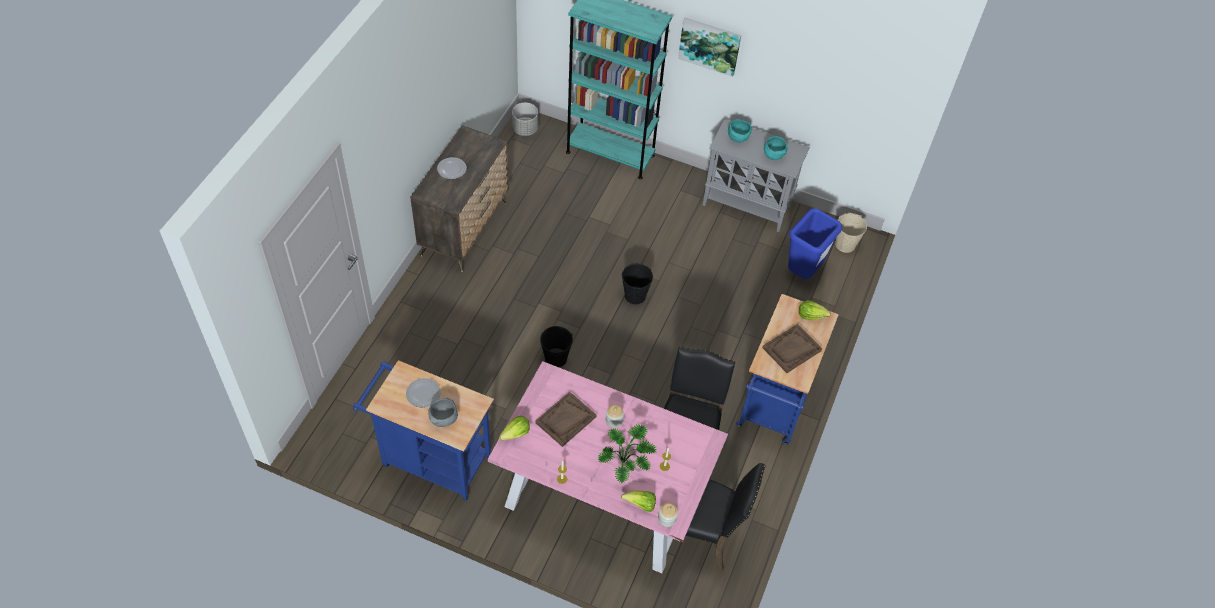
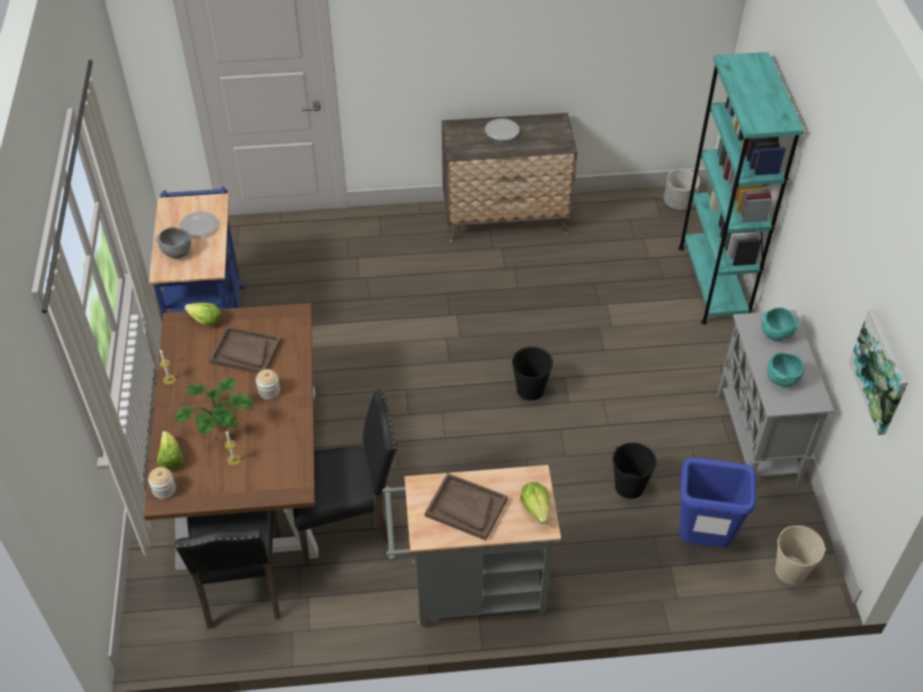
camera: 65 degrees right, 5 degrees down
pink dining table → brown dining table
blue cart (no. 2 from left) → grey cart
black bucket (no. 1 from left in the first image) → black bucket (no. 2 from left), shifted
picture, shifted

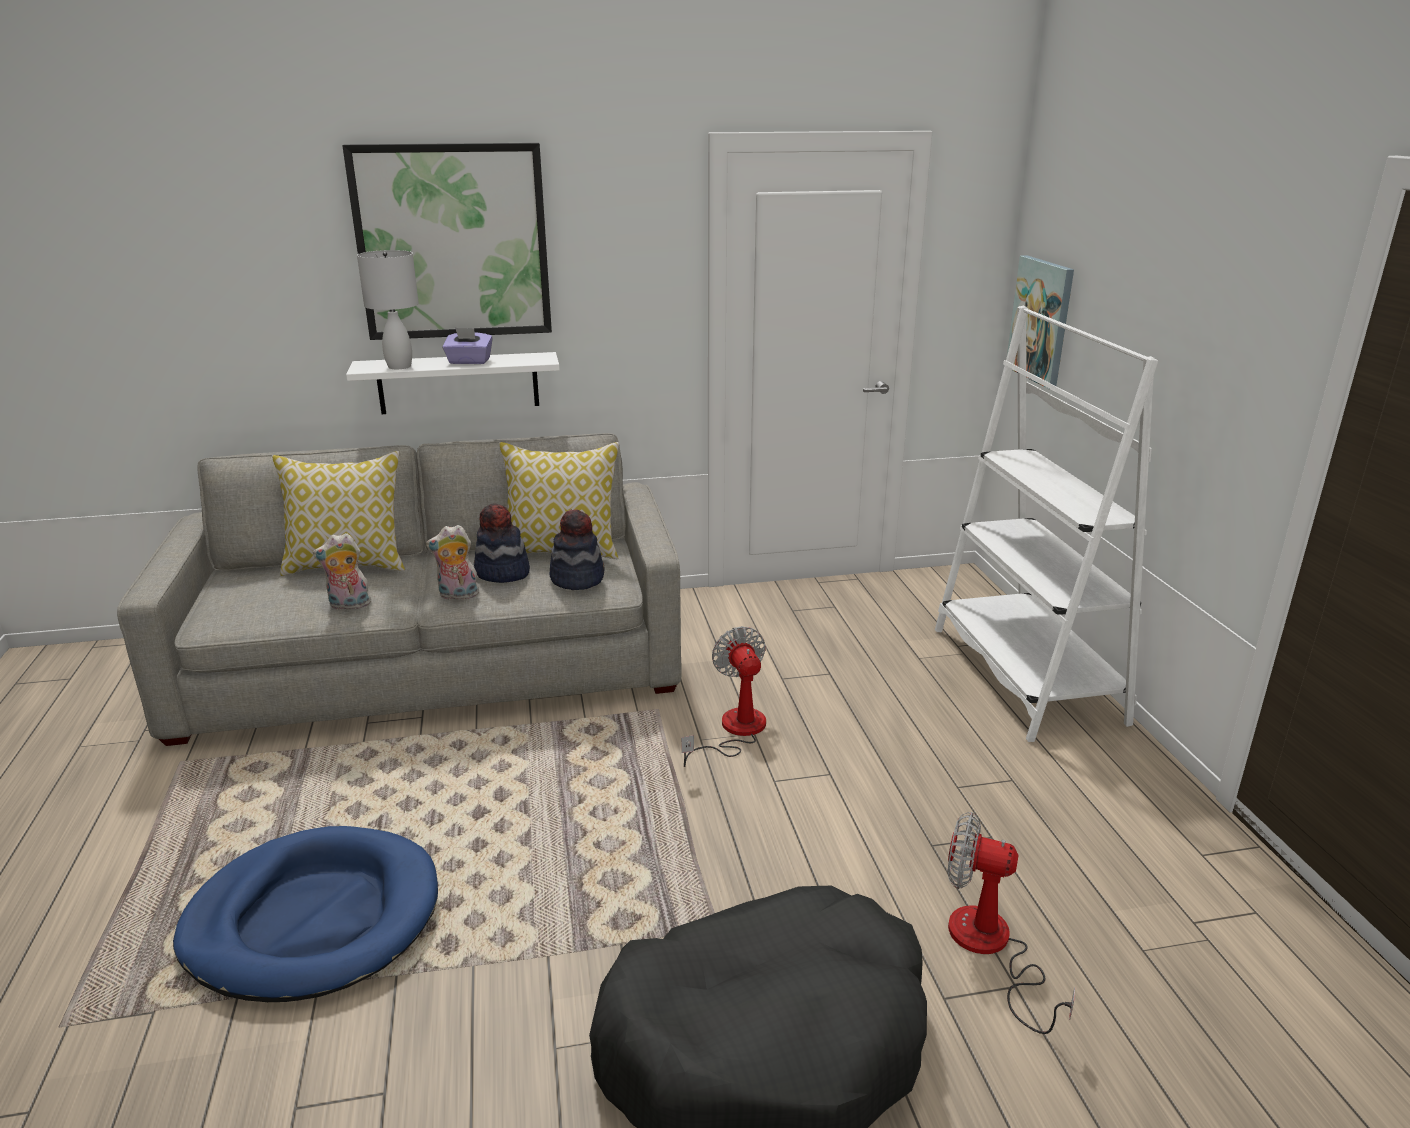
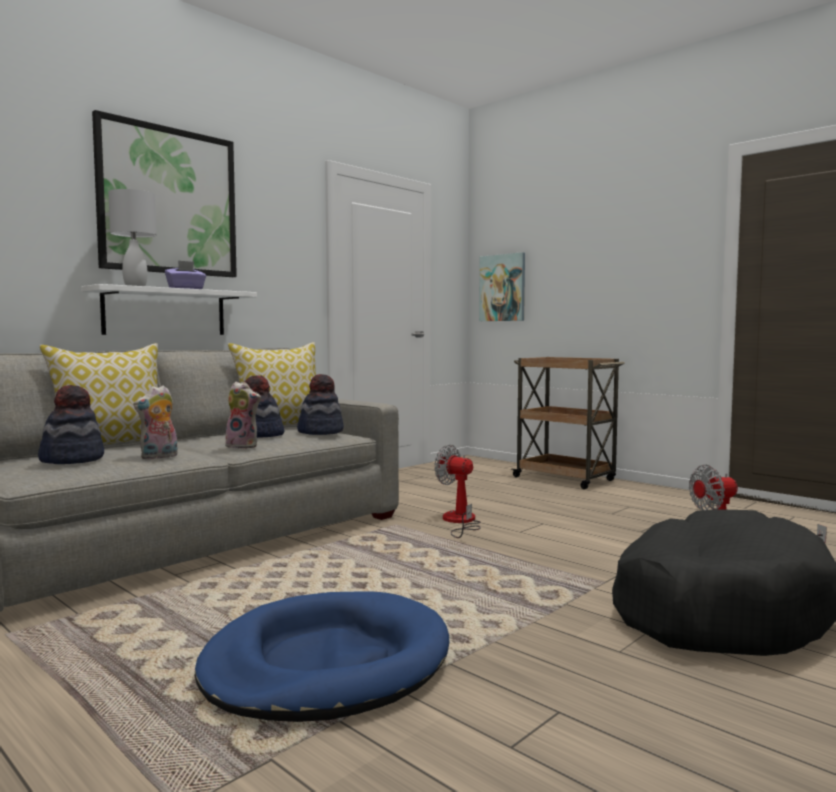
camera: 35 degrees left, 20 degrees down
- → hat (no. 1 from left)
plush toy (no. 2 from left), 120 degrees counterclockwise
white bookcase → brown cart

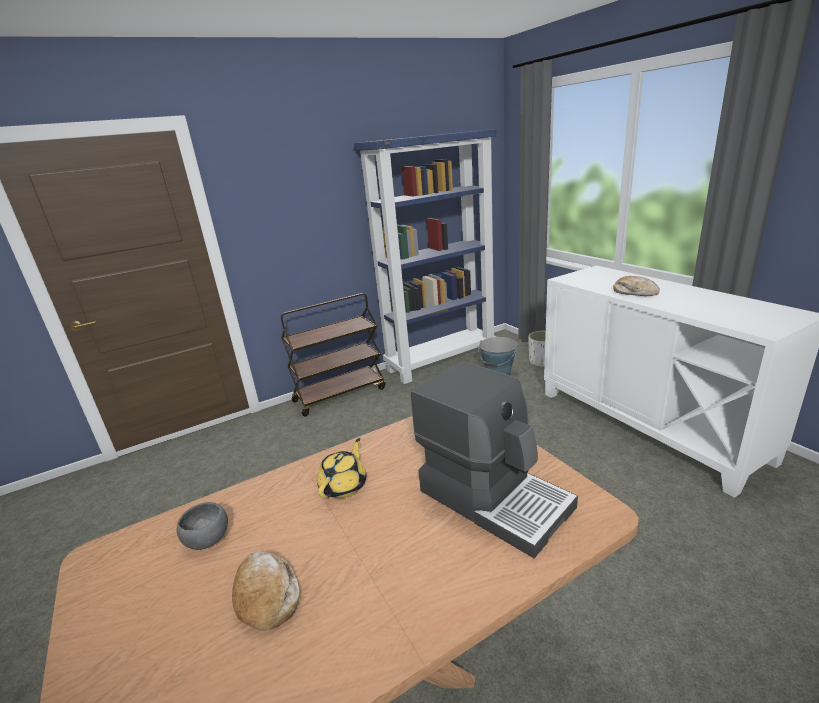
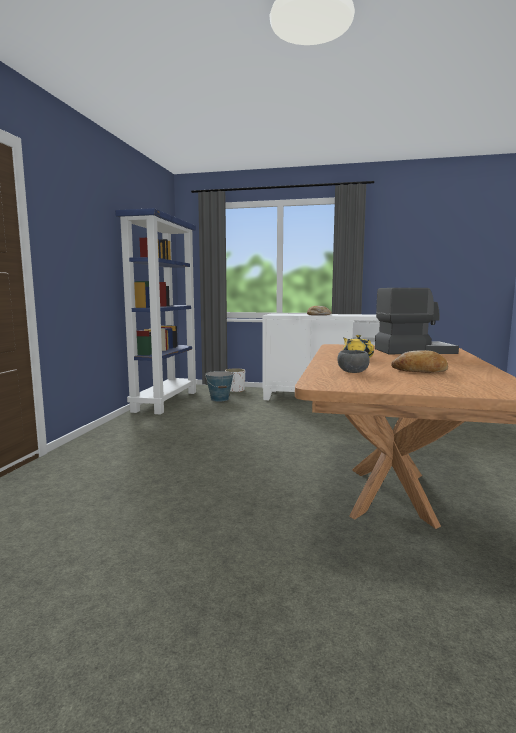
camera: 50 degrees left, 15 degrees down
brown cart → -

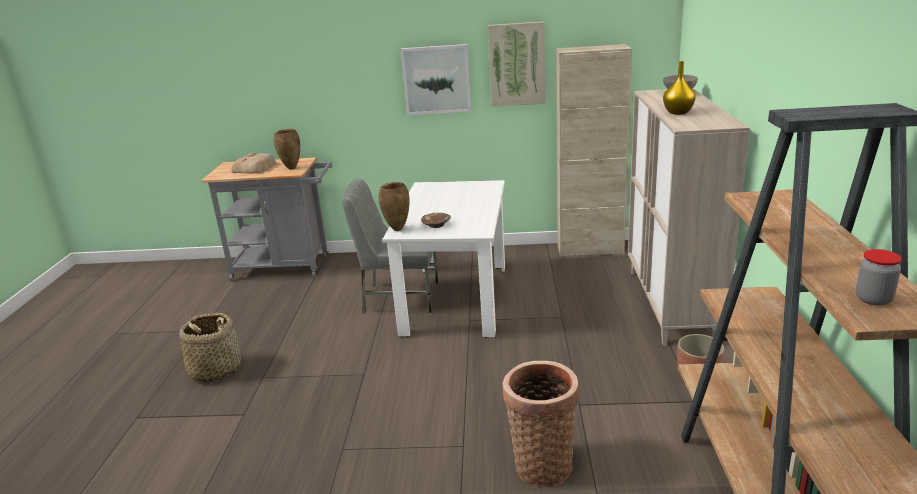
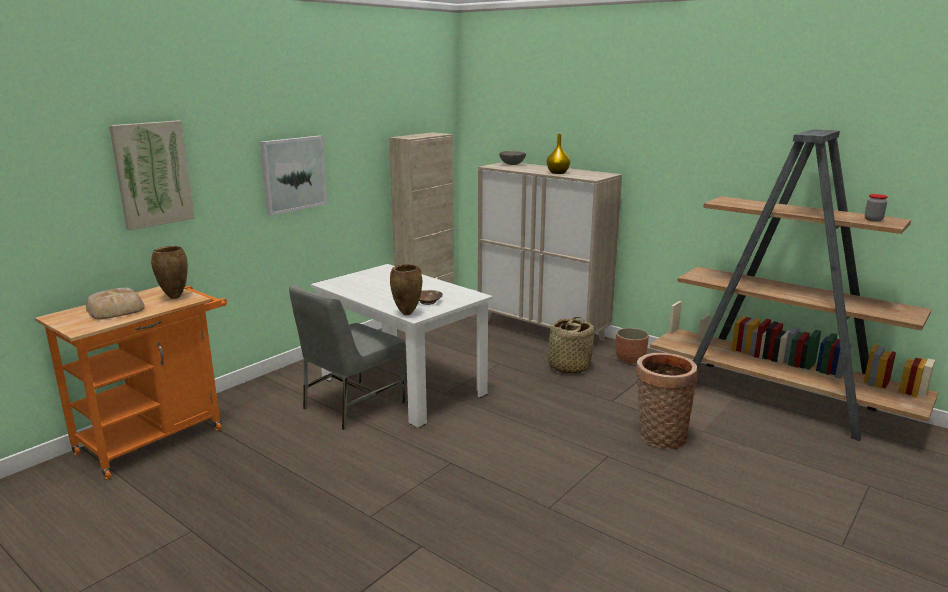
camera: 55 degrees left, 5 degrees down
grey cart → orange cart
picture (no. 2 from left in the first image) → picture (no. 1 from left), shifted
basket (no. 1 from left), shifted

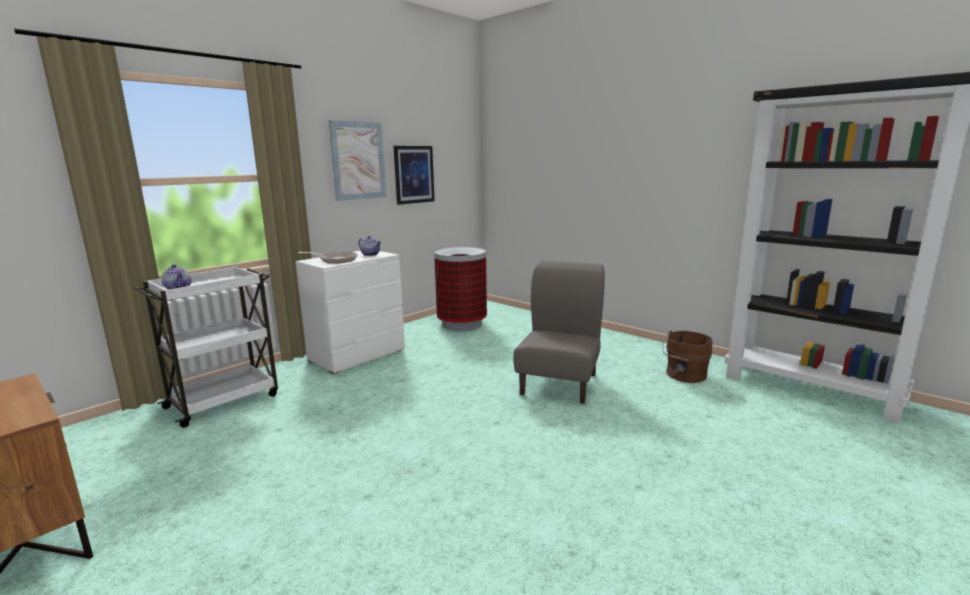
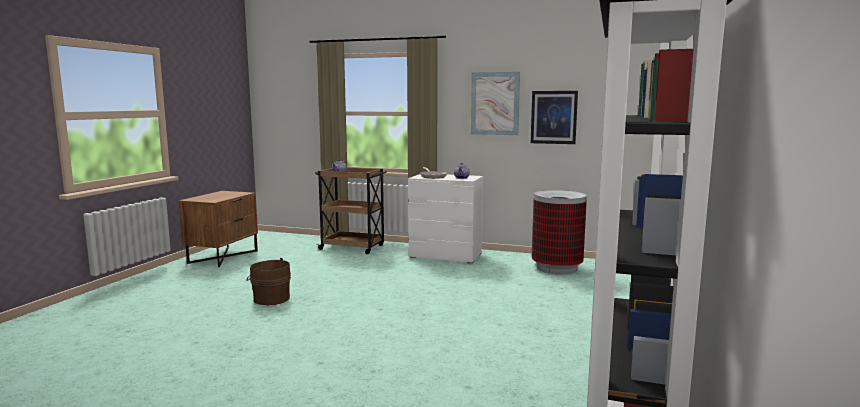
camera: 65 degrees right, 5 degrees down
brown bucket, shifted
white cart → brown cart
grey chair → -

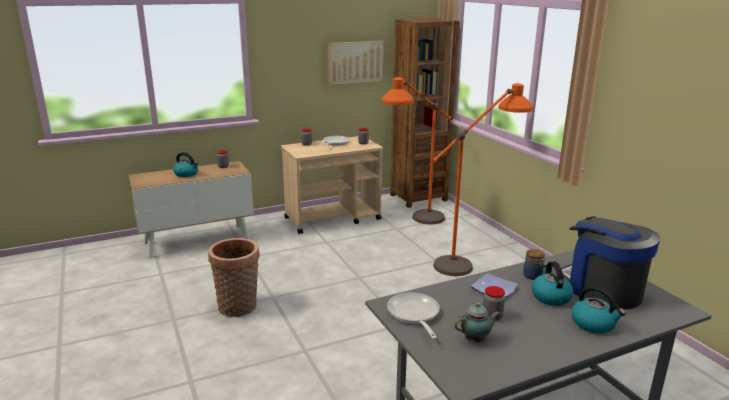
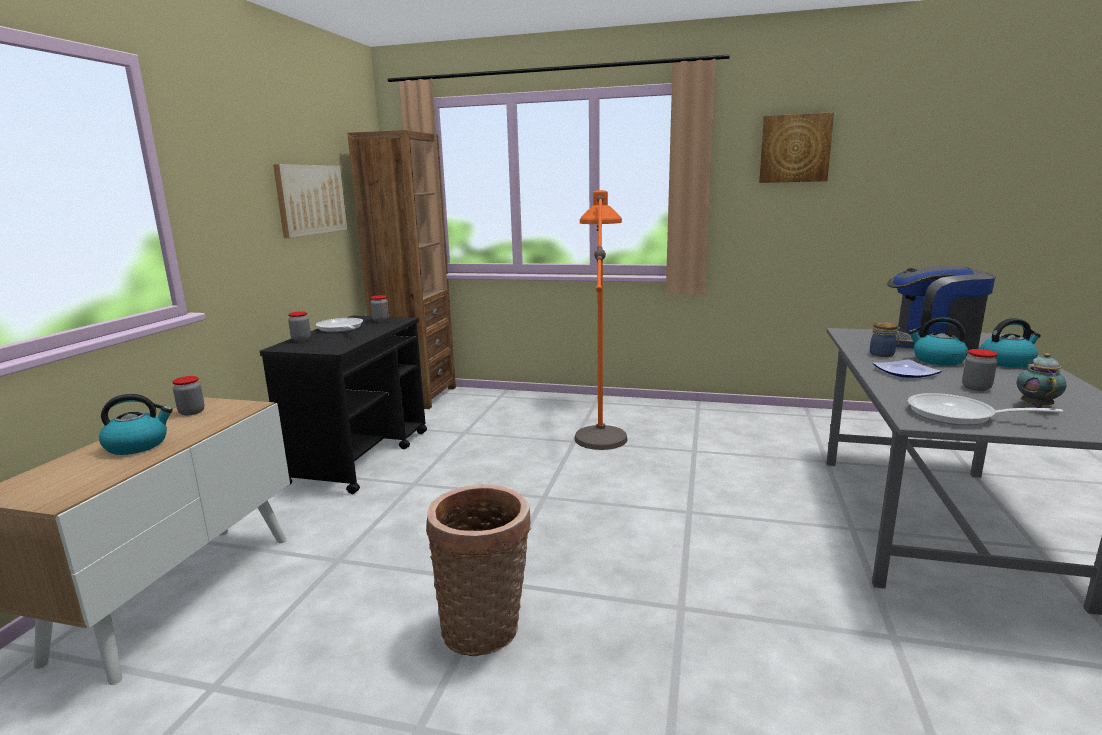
camera: 50 degrees left, 5 degrees down
beige cart → black cart
- → picture (no. 2 from left)
orange floor lamp (no. 1 from left) → -

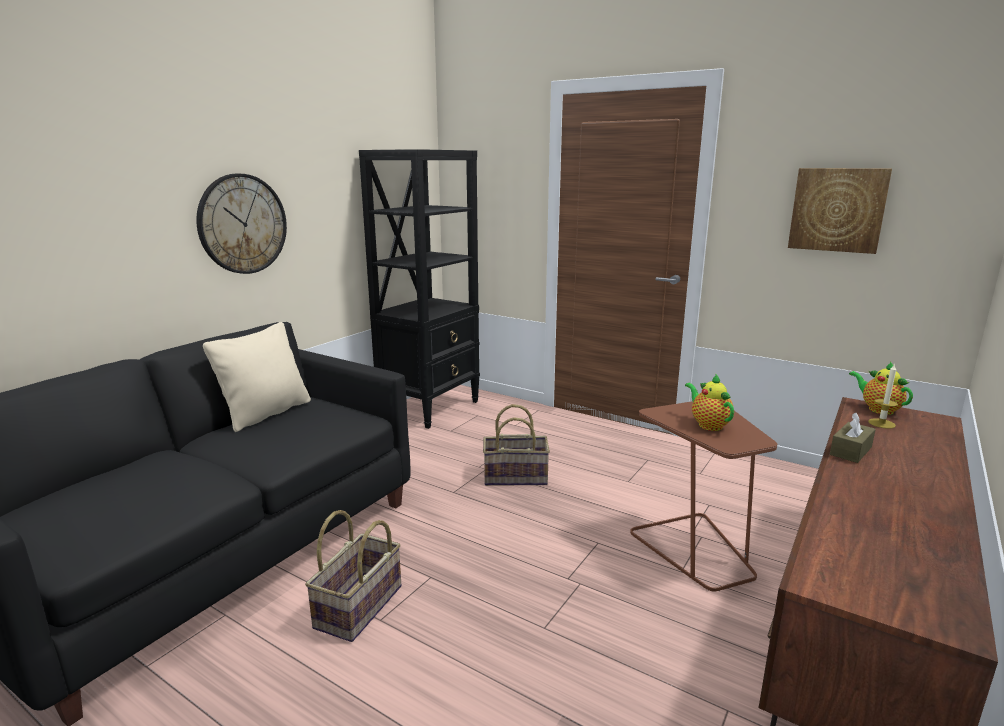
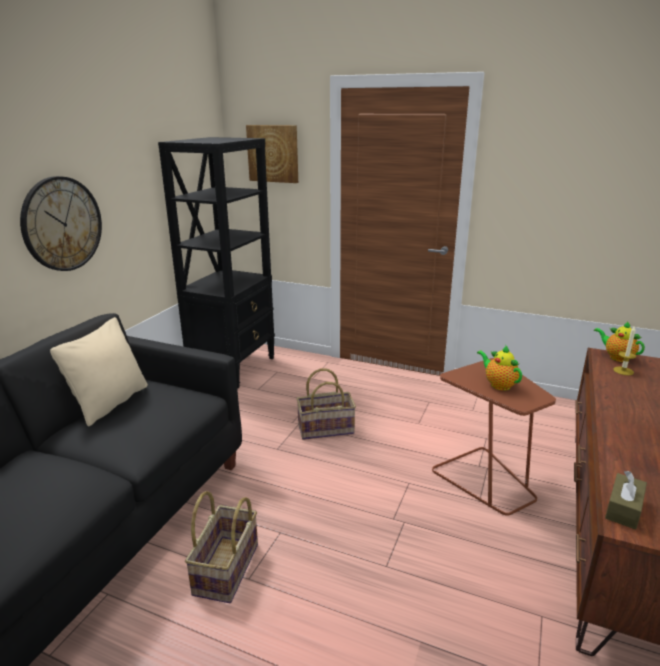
camera: 10 degrees left, 5 degrees up
picture, shifted
brown tissue box, shifted

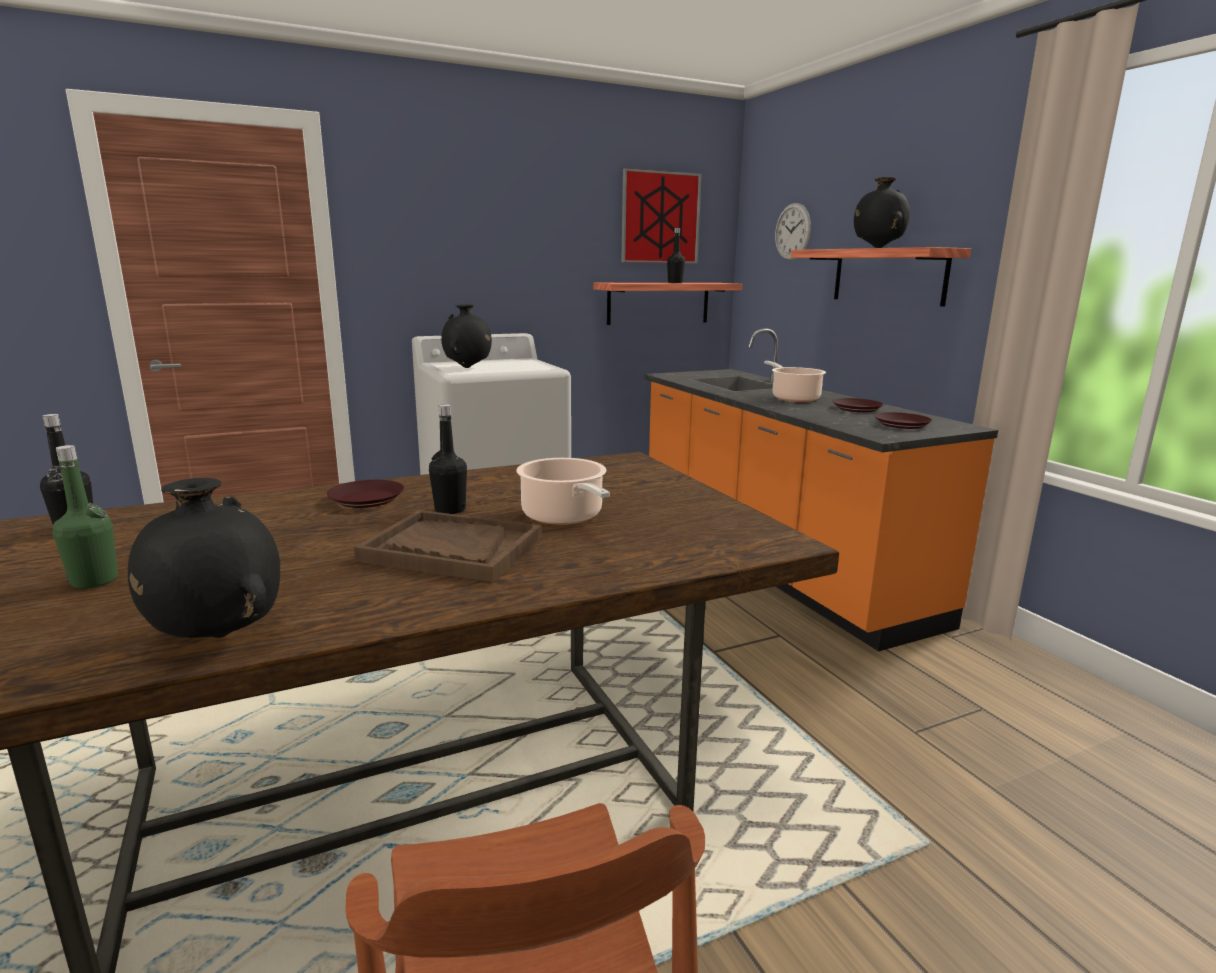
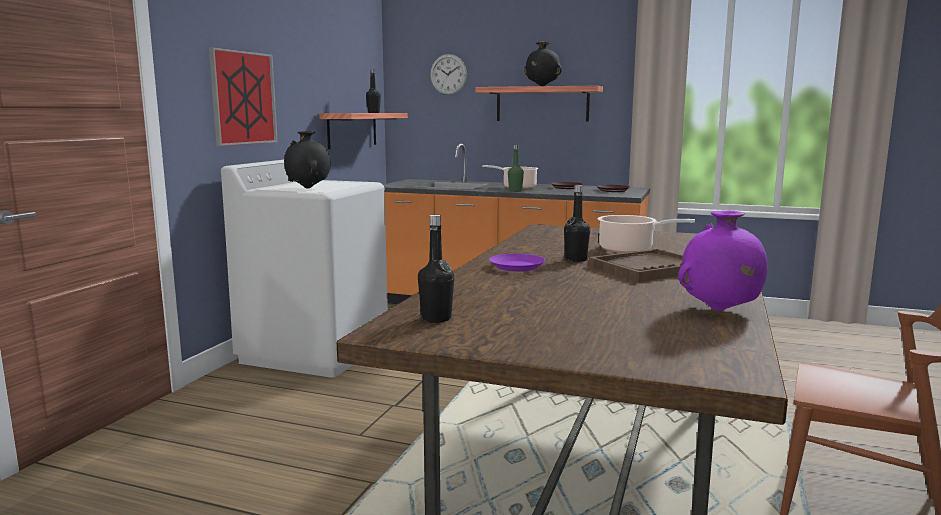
camera: 45 degrees left, 5 degrees down
picture, shifted
brown plate (no. 1 from left) → purple plate
green bottle, shifted
black vase (no. 1 from left) → purple vase

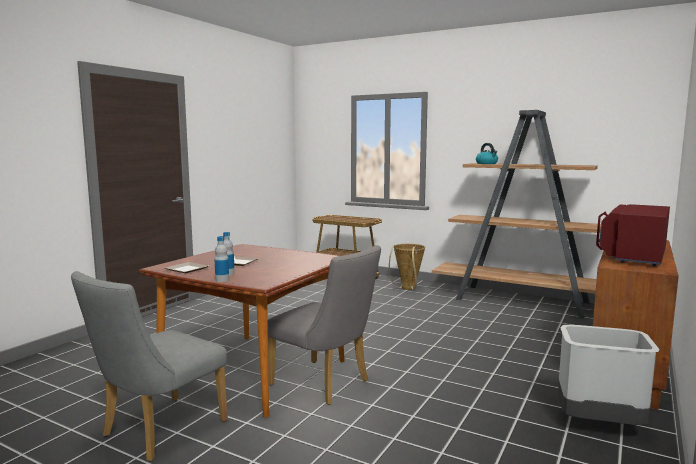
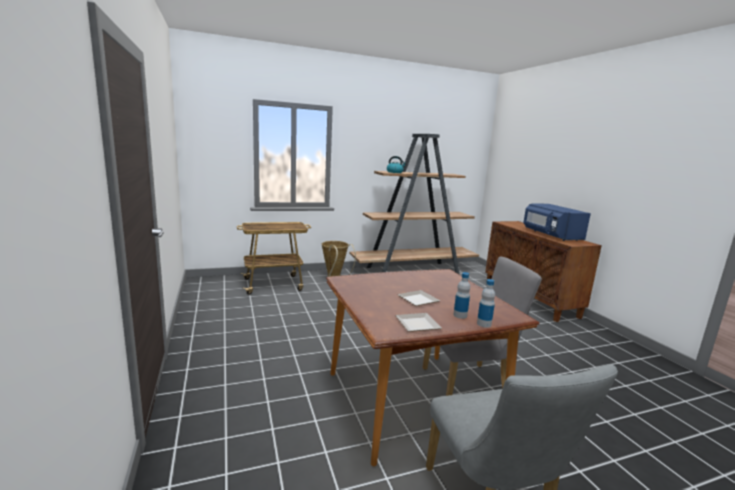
camera: 50 degrees left, 5 degrees up
red microwave → blue microwave
grey trash can → -

